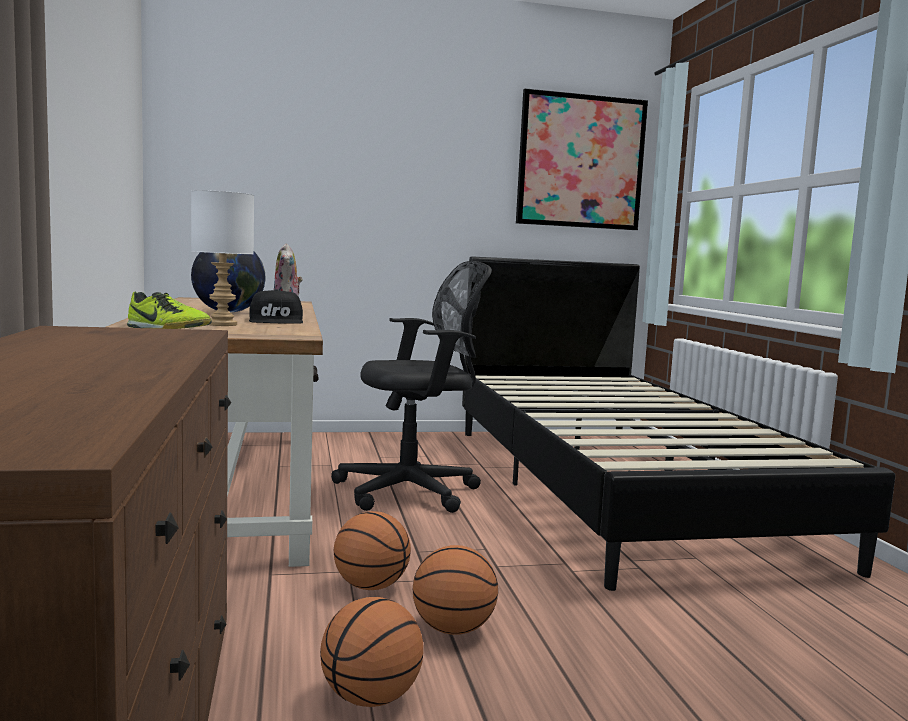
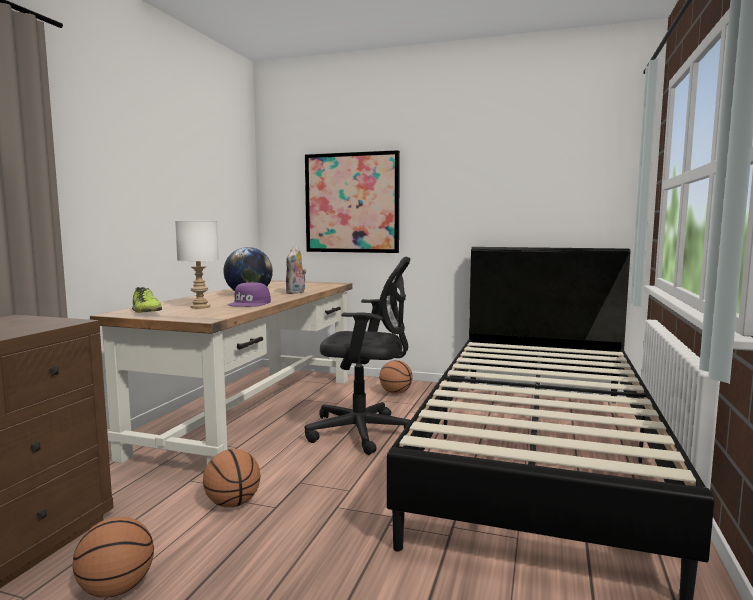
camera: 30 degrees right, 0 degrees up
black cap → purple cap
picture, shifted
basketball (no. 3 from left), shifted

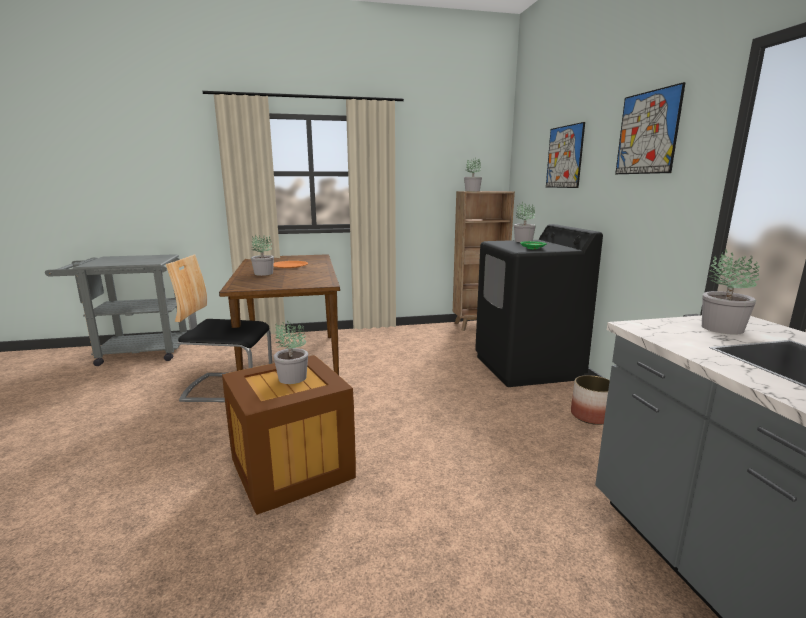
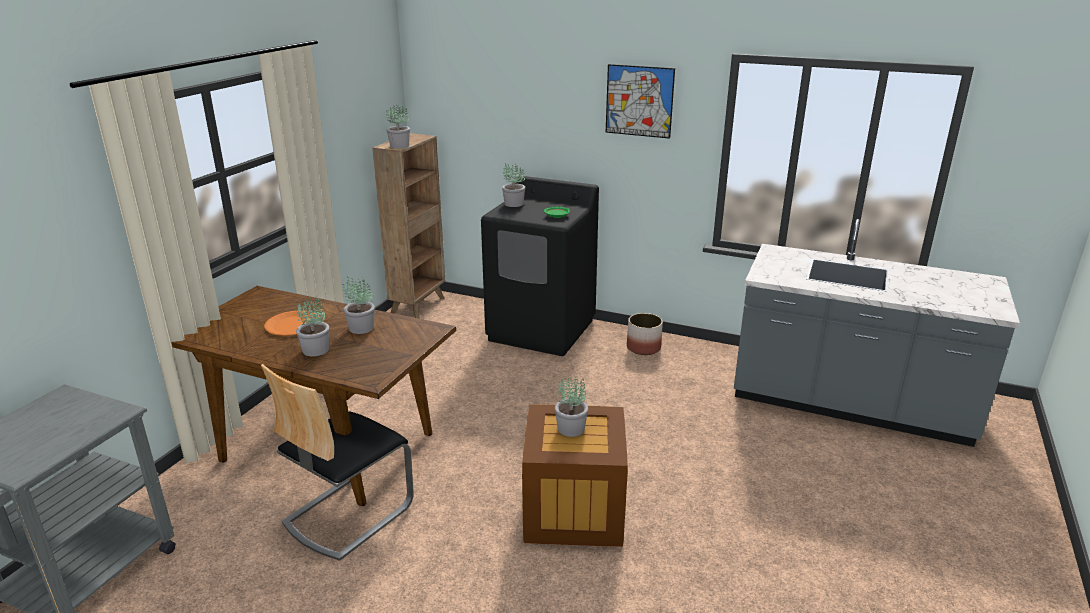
camera: 55 degrees left, 10 degrees up
potted plant (no. 5 from left in the first image) → potted plant (no. 2 from left), shifted
picture (no. 1 from left) → -

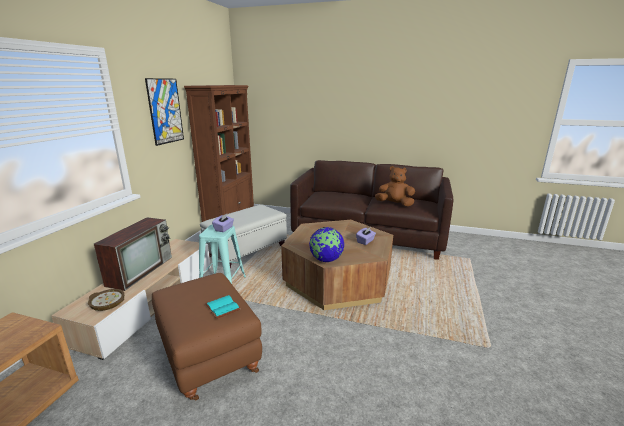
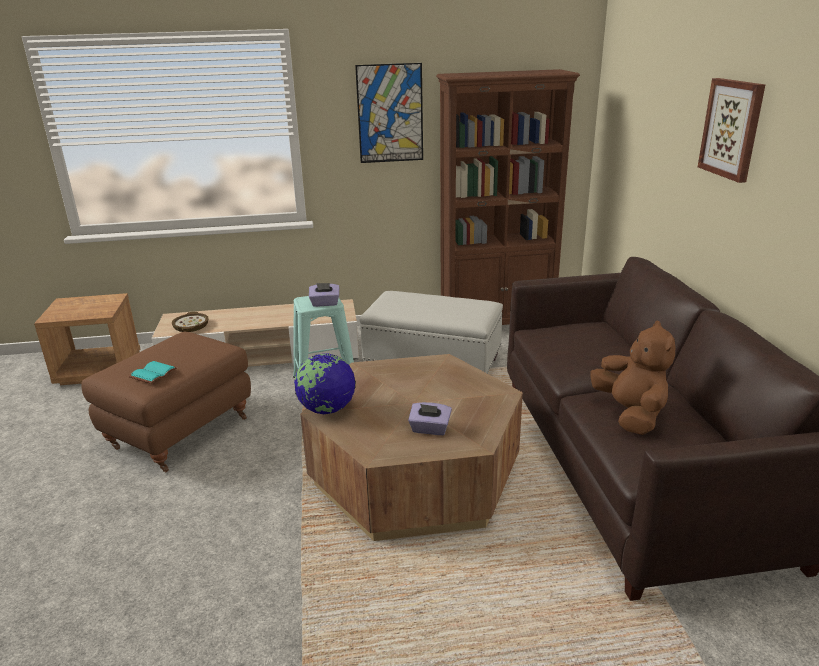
camera: 65 degrees right, 5 degrees up
- → picture (no. 2 from left)
television → -

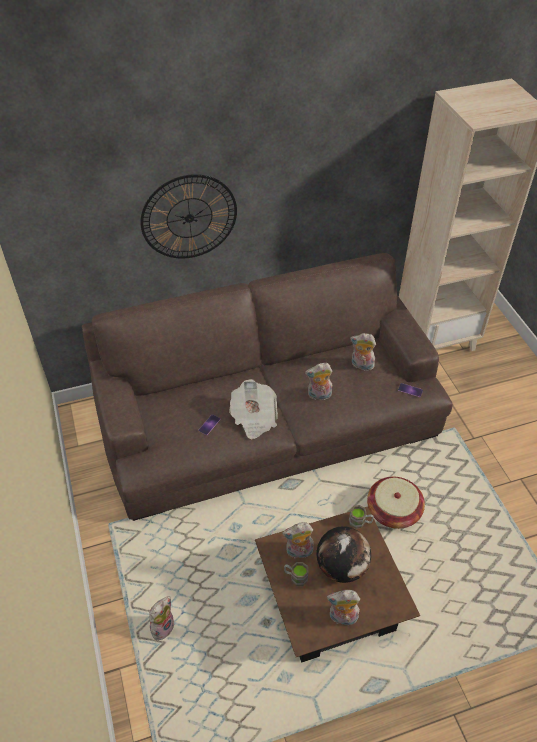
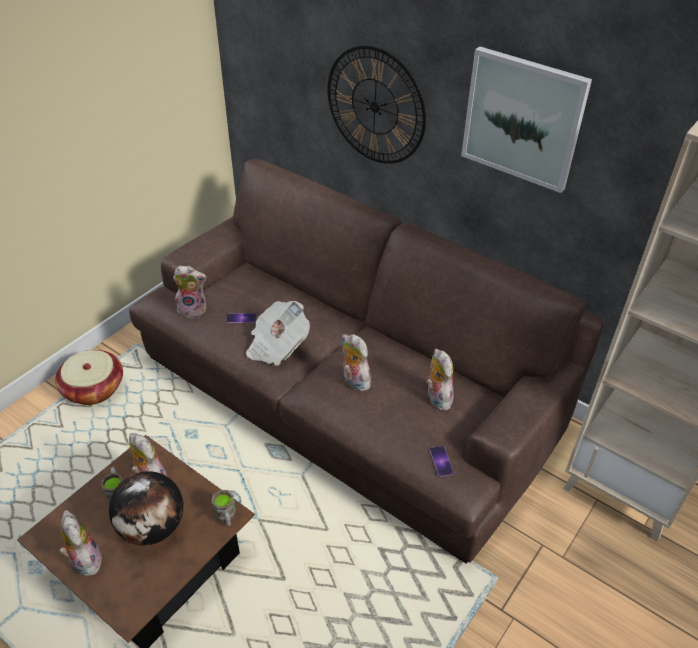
camera: 55 degrees right, 5 degrees down
basket, shifted
plush toy (no. 1 from left in the first image) → plush toy (no. 3 from left), shifted
- → picture

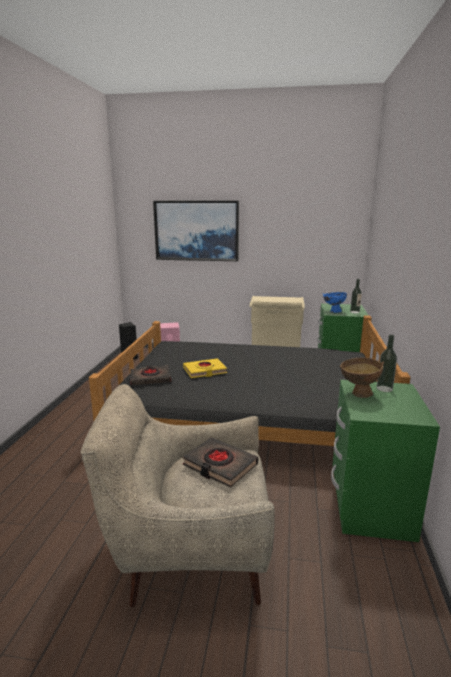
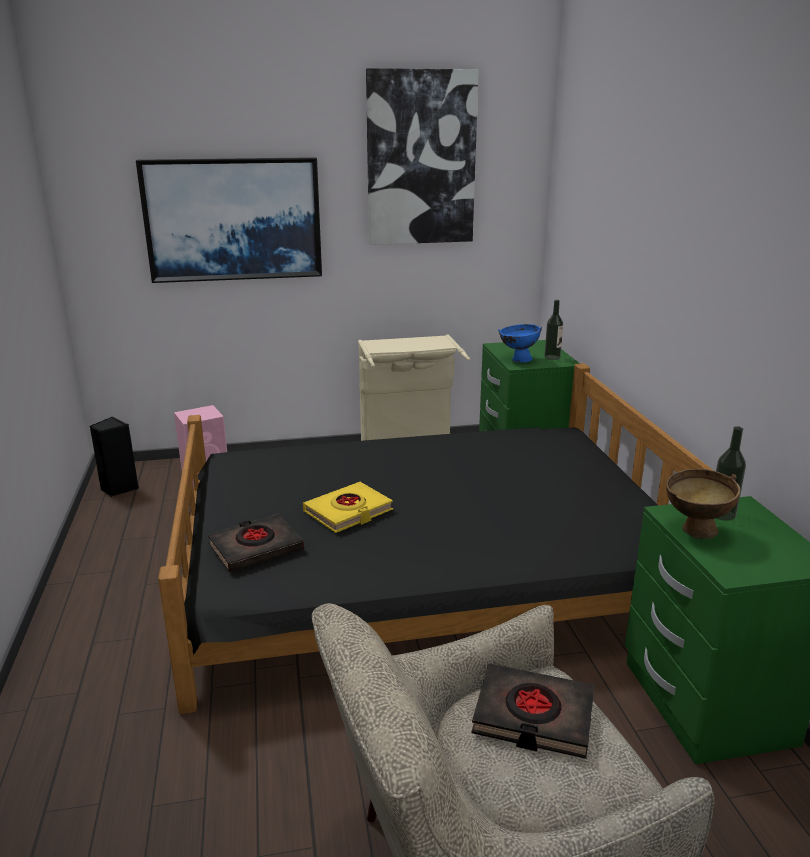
camera: 20 degrees left, 5 degrees up
- → picture (no. 2 from left)

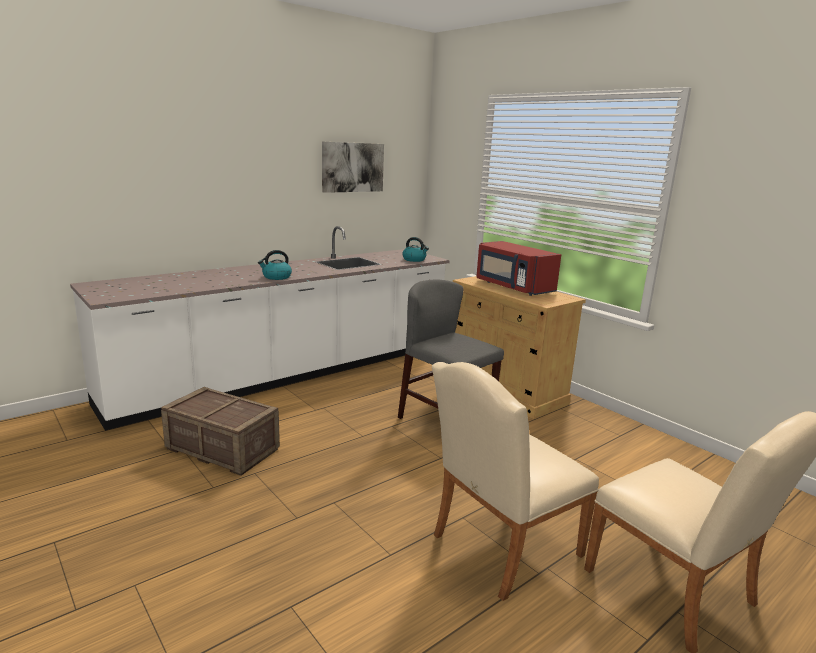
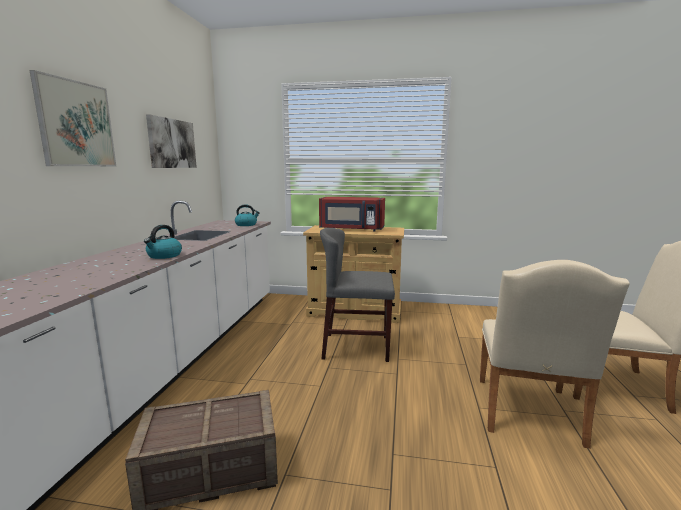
camera: 40 degrees left, 5 degrees down
- → picture (no. 1 from left)

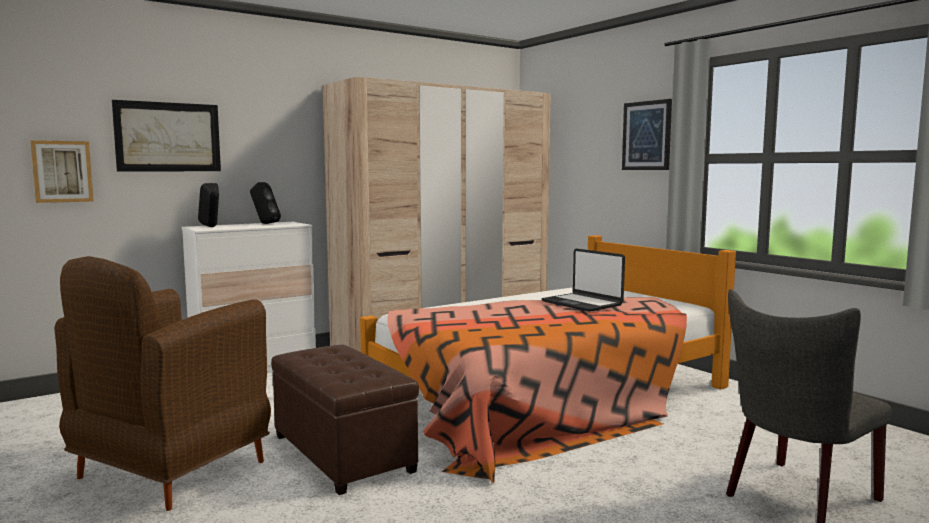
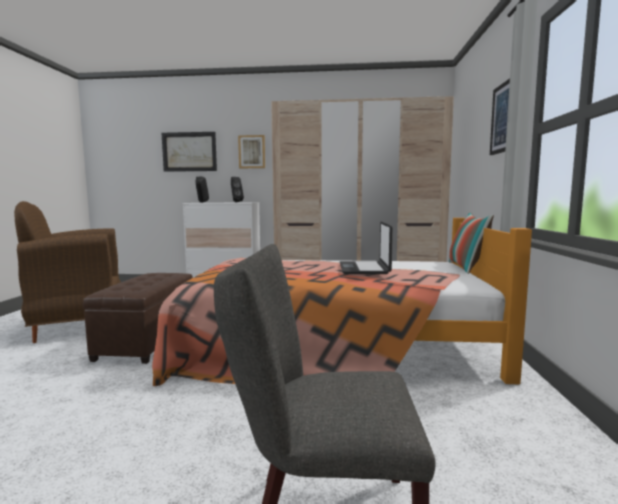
camera: 40 degrees right, 0 degrees up
picture (no. 1 from left in the first image) → picture (no. 2 from left), shifted
- → pillow

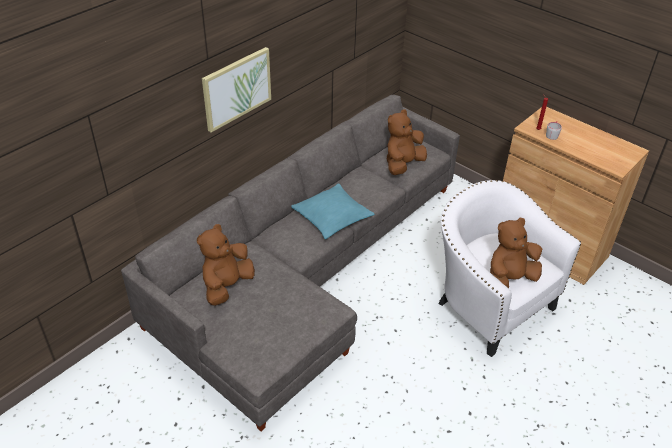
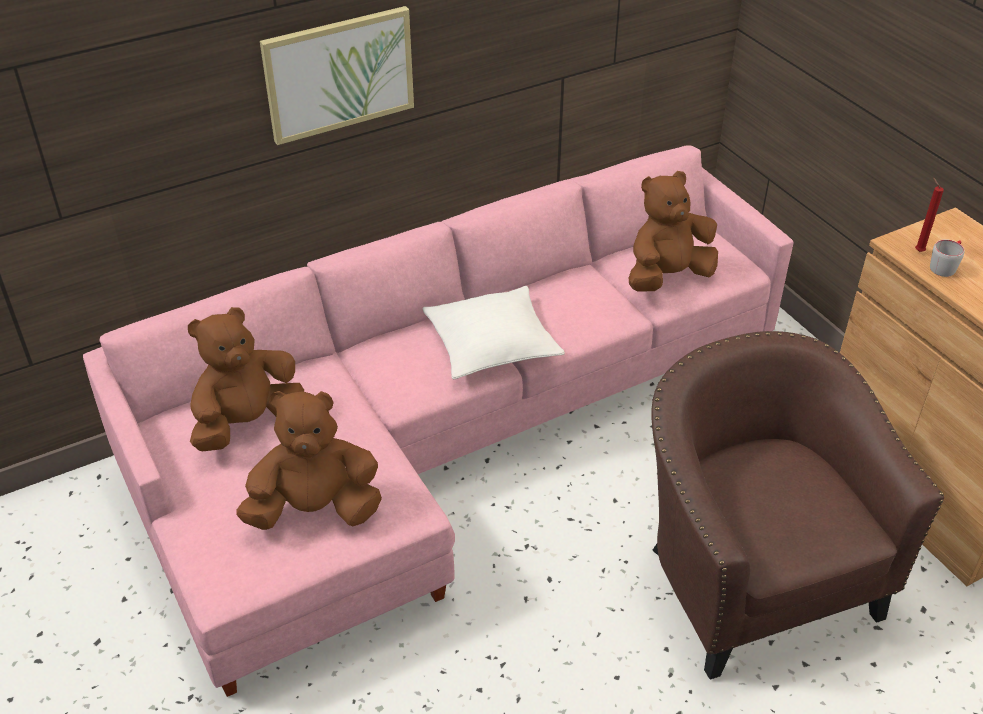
camera: 20 degrees right, 0 degrees up
grey sofa → pink sofa
brown plush toy (no. 3 from left in the first image) → brown plush toy (no. 2 from left), shifted
turquoise pillow → white pillow
white armchair → brown armchair

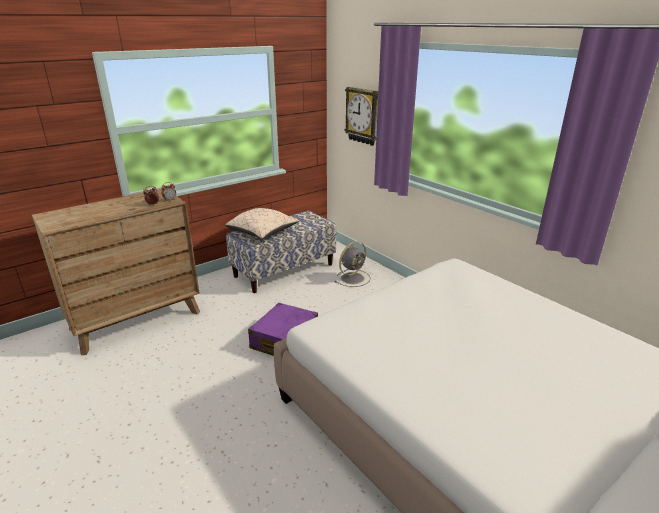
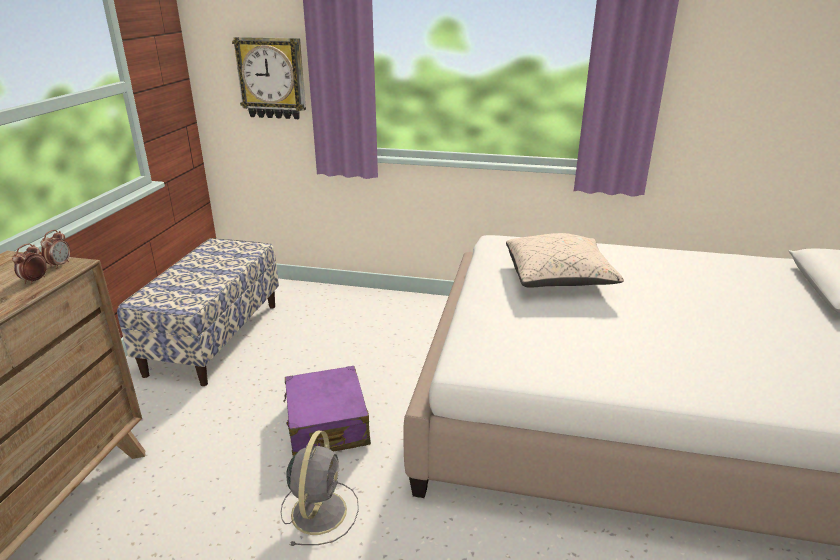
camera: 40 degrees left, 0 degrees up
grey fan, shifted
beige pillow, shifted

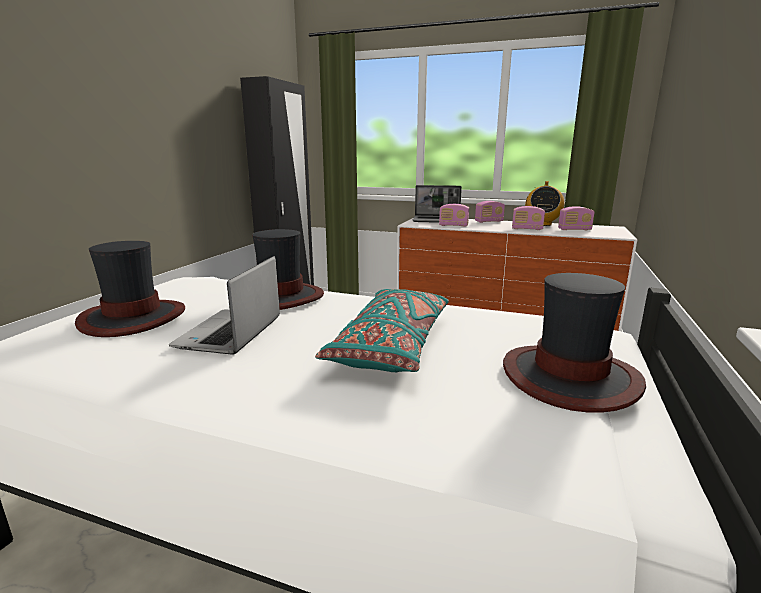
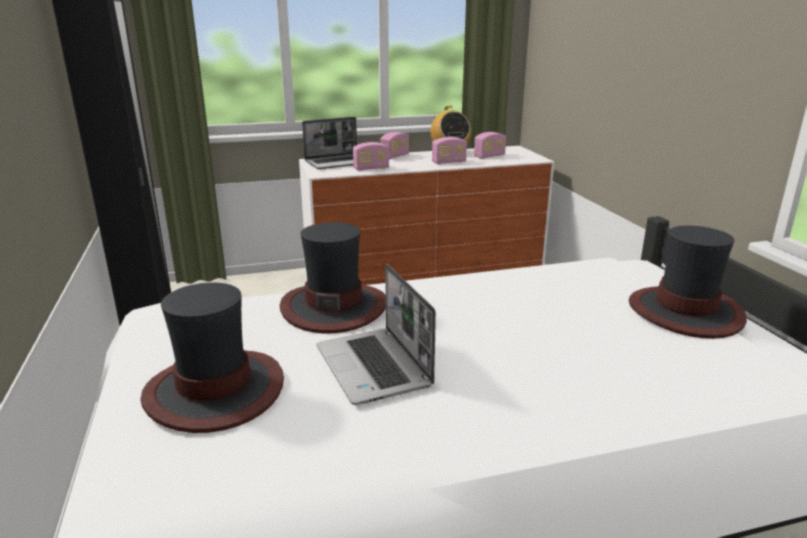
camera: 35 degrees left, 5 degrees up
turquoise pillow → -

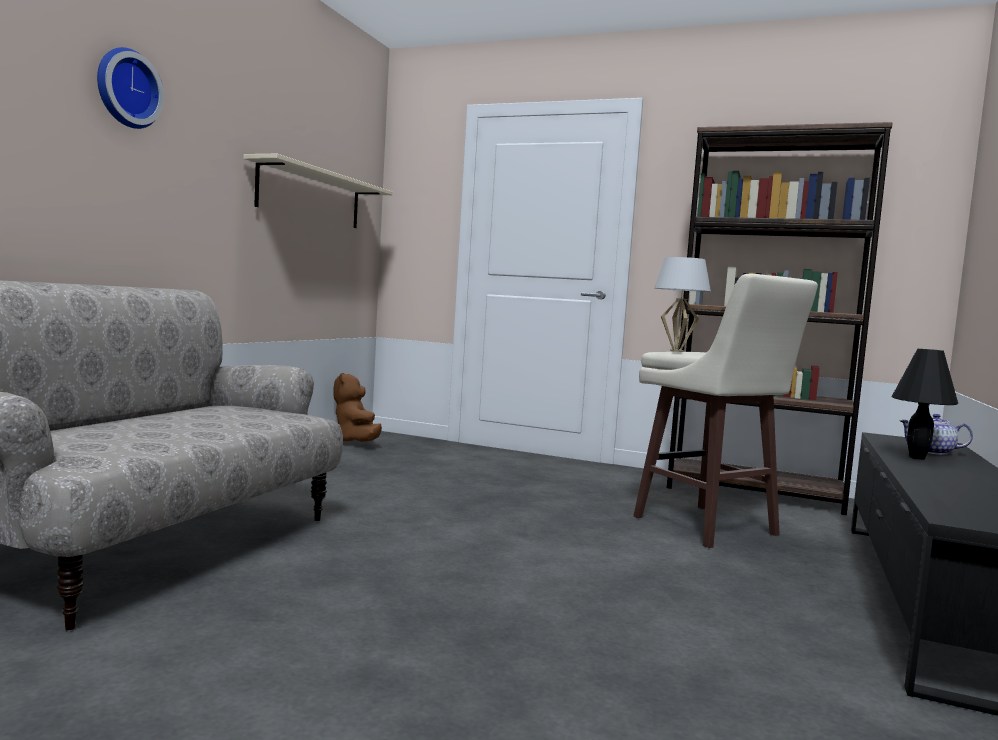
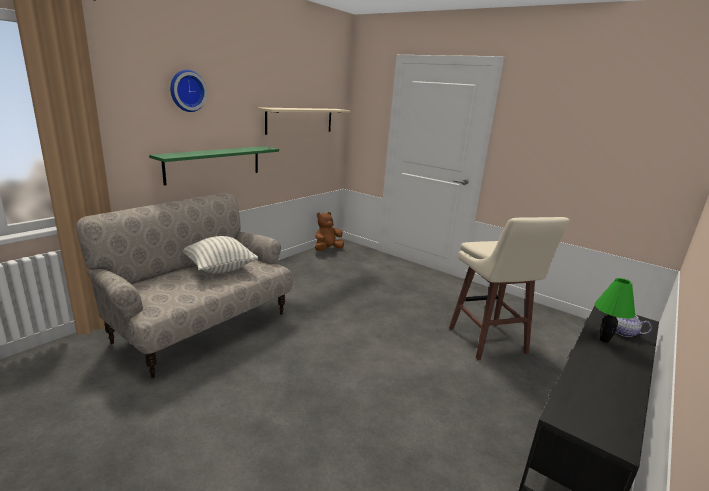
camera: 15 degrees right, 15 degrees up
- → green shelf
- → pillow
brown plush toy, 45 degrees clockwise
black table lamp → green table lamp
white table lamp → -
brown bookcase → -

